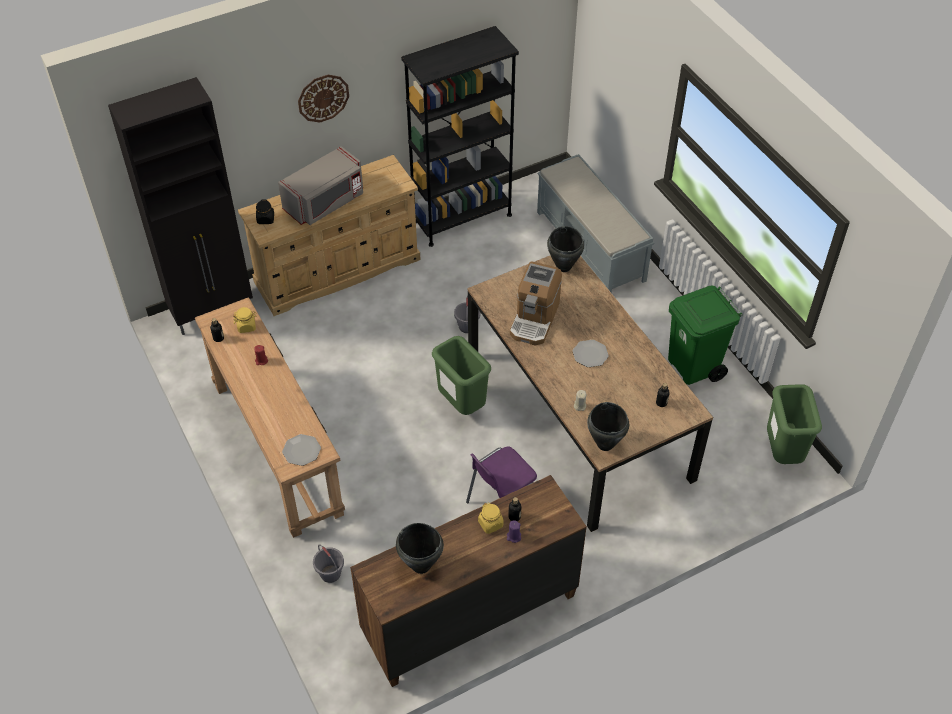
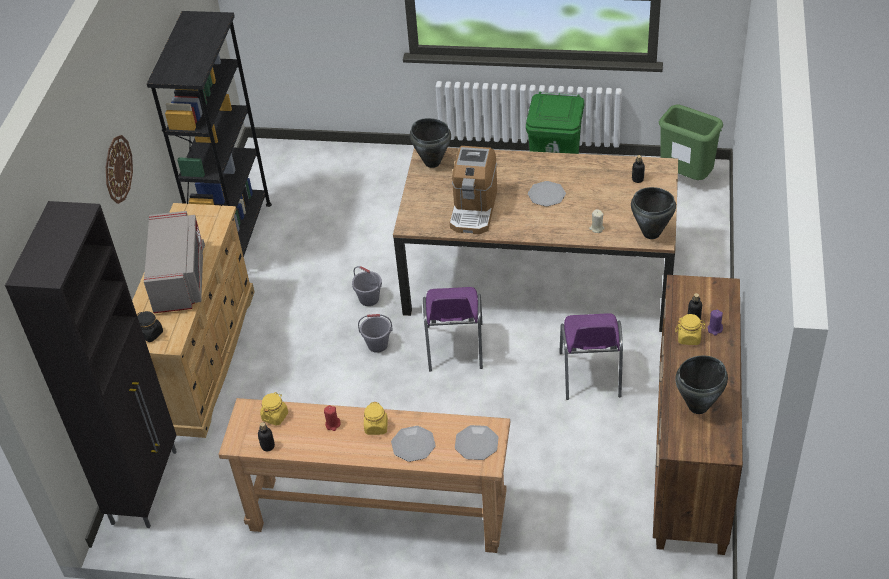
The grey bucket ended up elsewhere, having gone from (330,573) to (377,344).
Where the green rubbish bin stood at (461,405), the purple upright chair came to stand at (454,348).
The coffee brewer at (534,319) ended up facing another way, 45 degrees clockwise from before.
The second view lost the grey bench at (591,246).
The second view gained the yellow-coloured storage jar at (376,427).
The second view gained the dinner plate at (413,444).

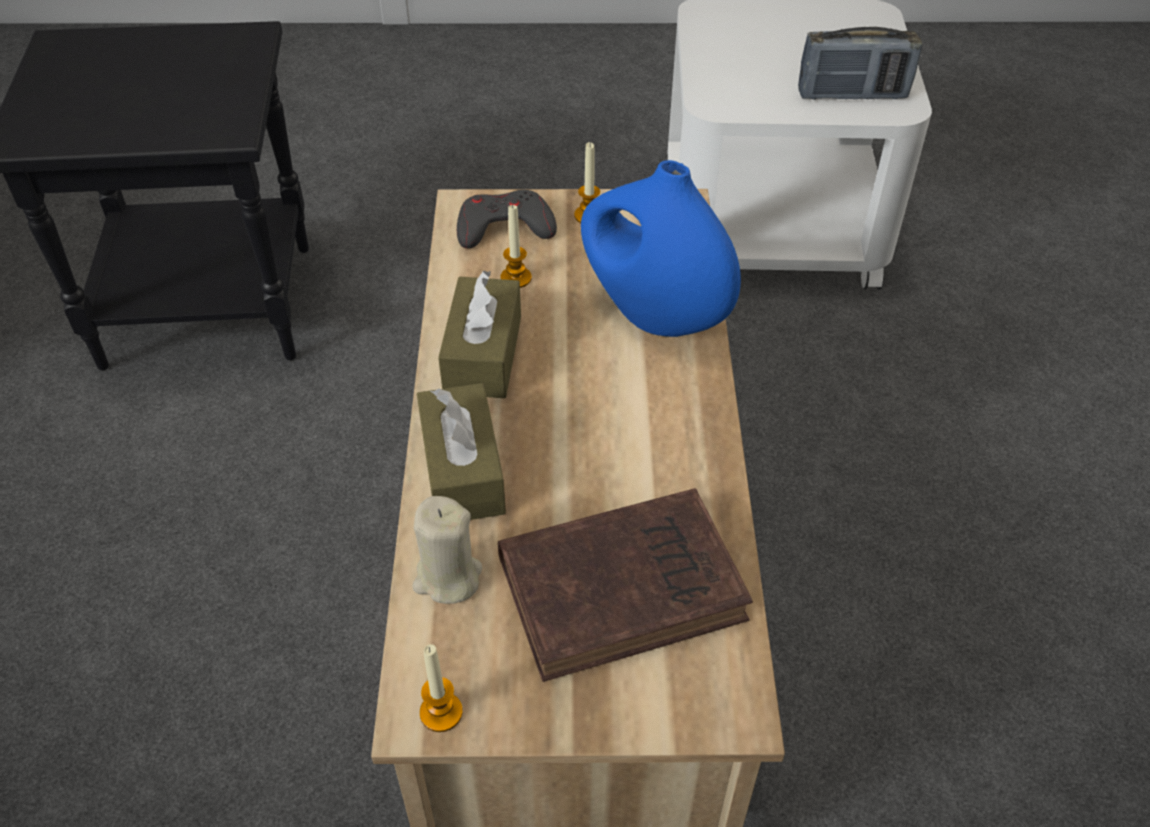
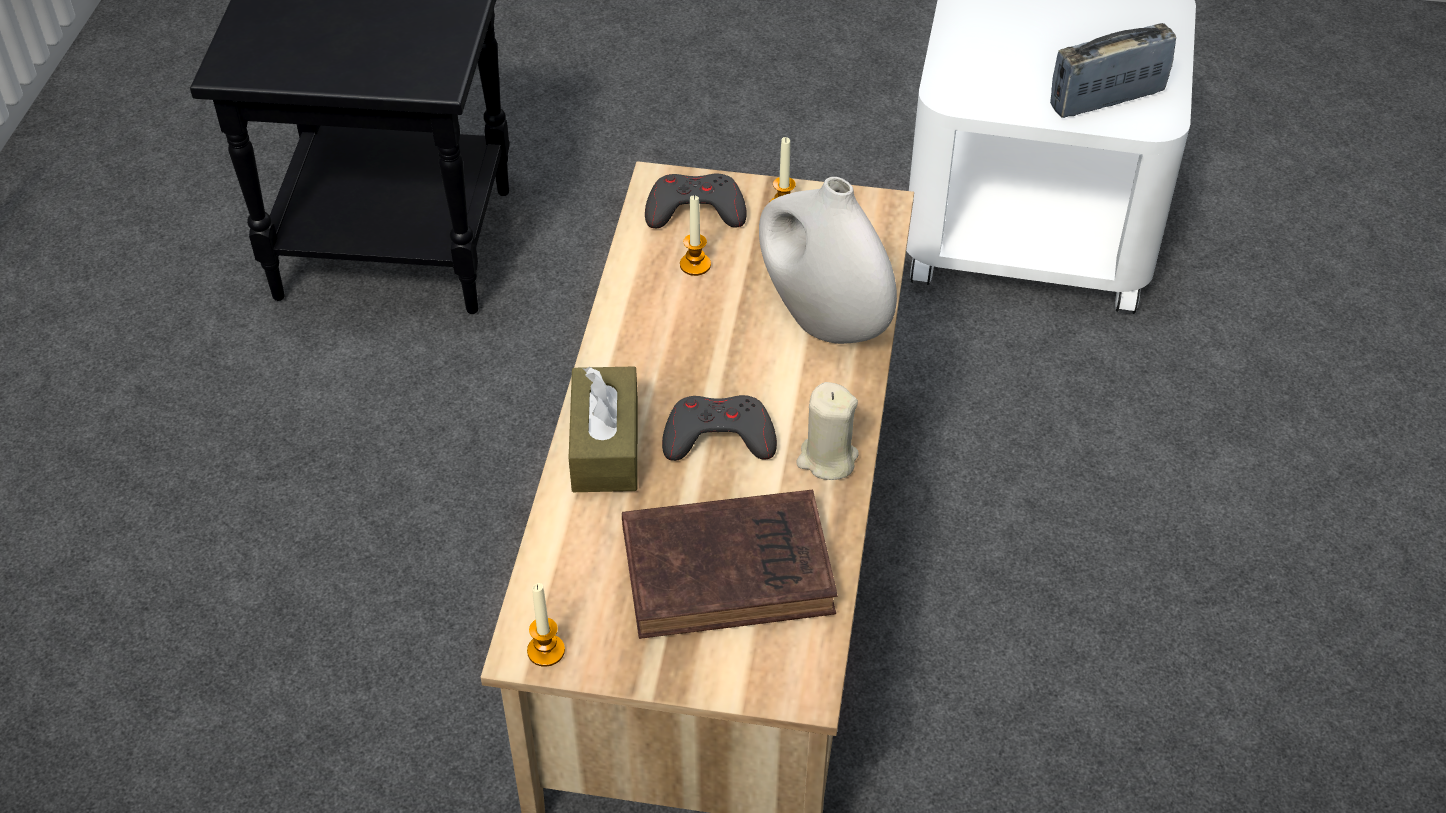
The beige-coloured wax candle ended up elsewhere, having gone from (447,577) to (827,459).
The second view lost the brown-coloured tissue holder at (483,354).
What was the bluish flower vase at (653,315) turned into the whitish flower vase at (822,319).
The radio receiver at (852,94) ended up facing another way, 150 degrees clockwise from before.
The second view gained the grey joypad at (718,437).

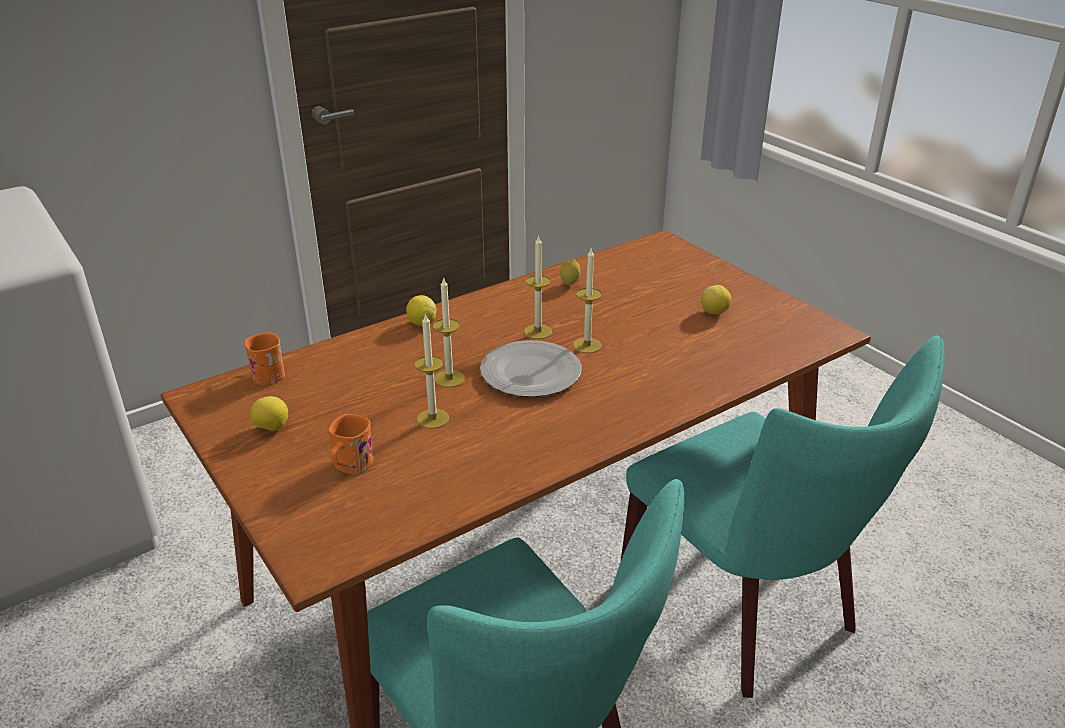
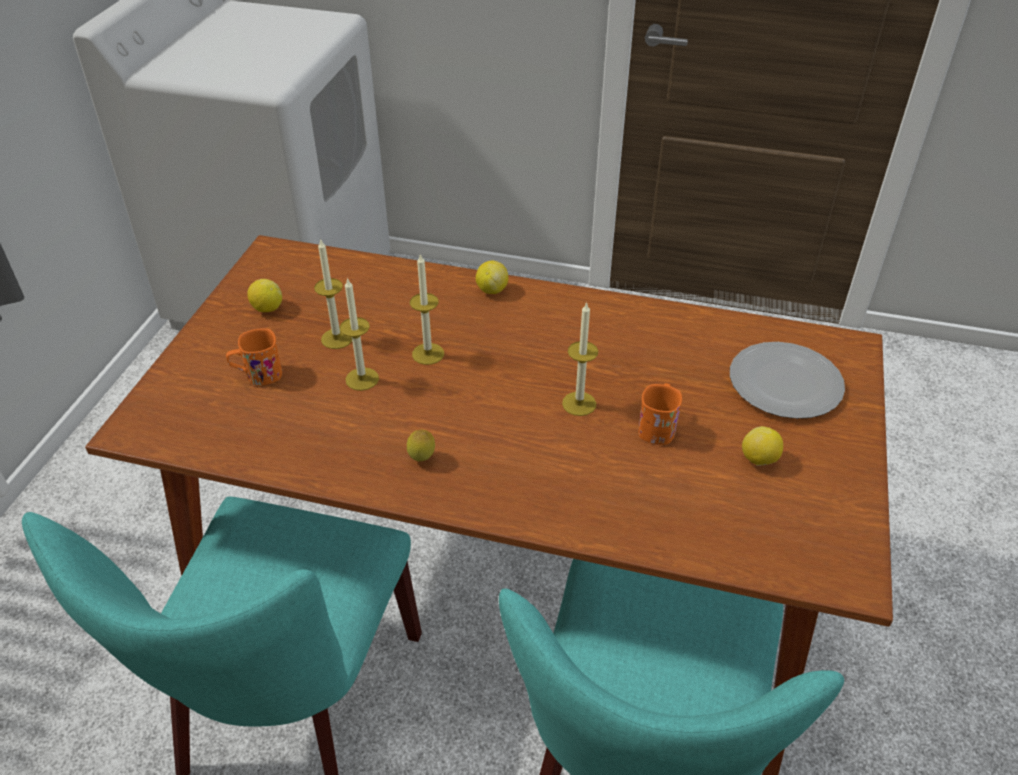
The orangey tea mug ended up elsewhere, having gone from (266,373) to (658,426).
The dinner plate ended up elsewhere, having gone from (530,373) to (783,384).
The wax candle ended up elsewhere, having gone from (538,331) to (337,338).
The citrus fruit ended up elsewhere, having gone from (570,284) to (422,459).

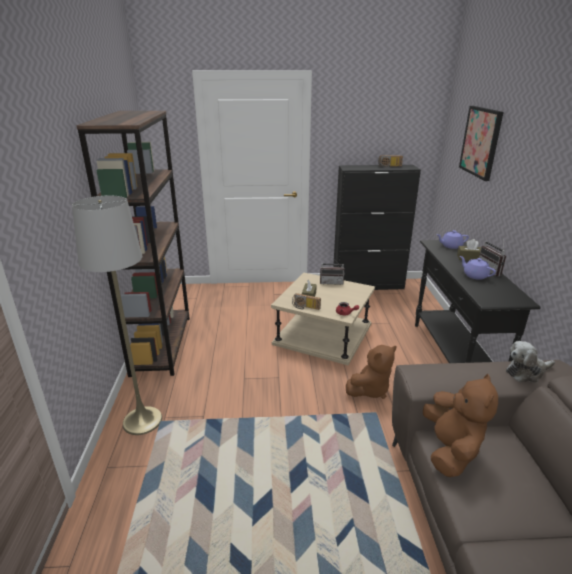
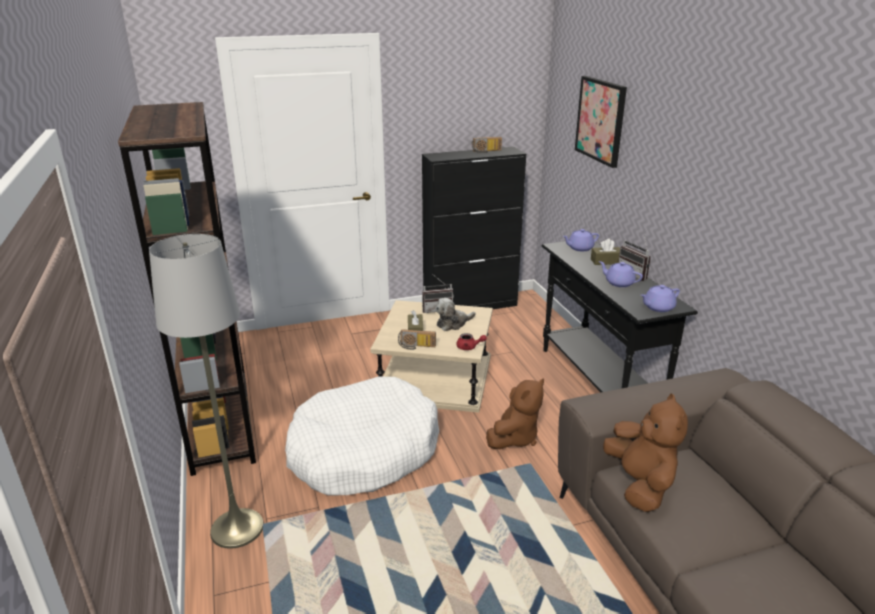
The plush toy ended up elsewhere, having gone from (526,372) to (453,323).
The second view gained the whitish dog bed at (363,451).
The second view gained the purple tea pot at (658,307).

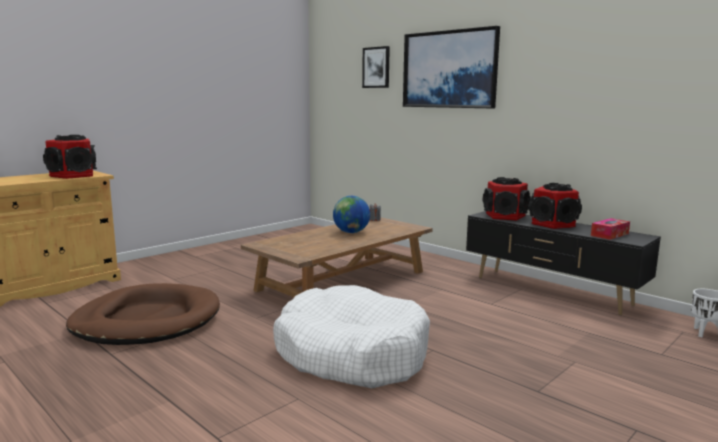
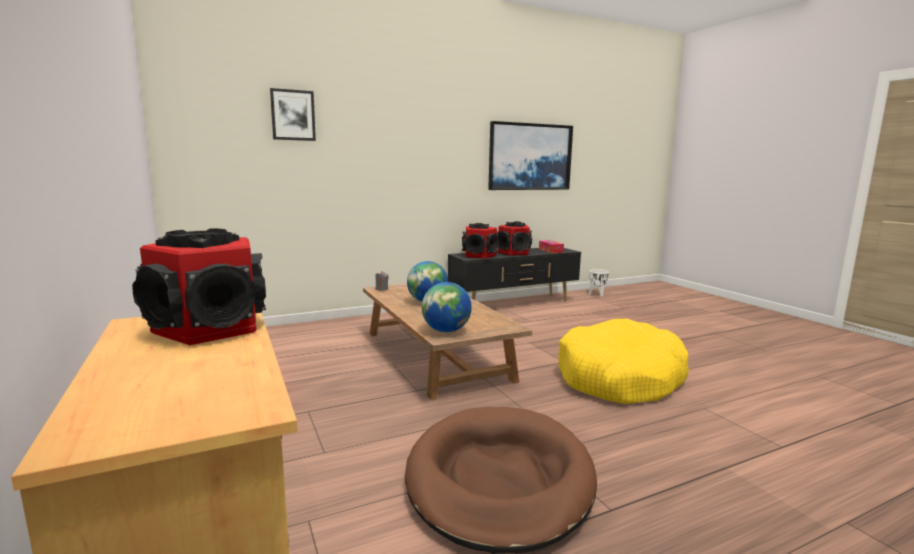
What was the whitish dog bed at (351,354) turned into the yellow-coloured dog bed at (619,378).
The wall picture ended up elsewhere, having gone from (449,69) to (530,157).
The second view gained the desk globe at (446,331).

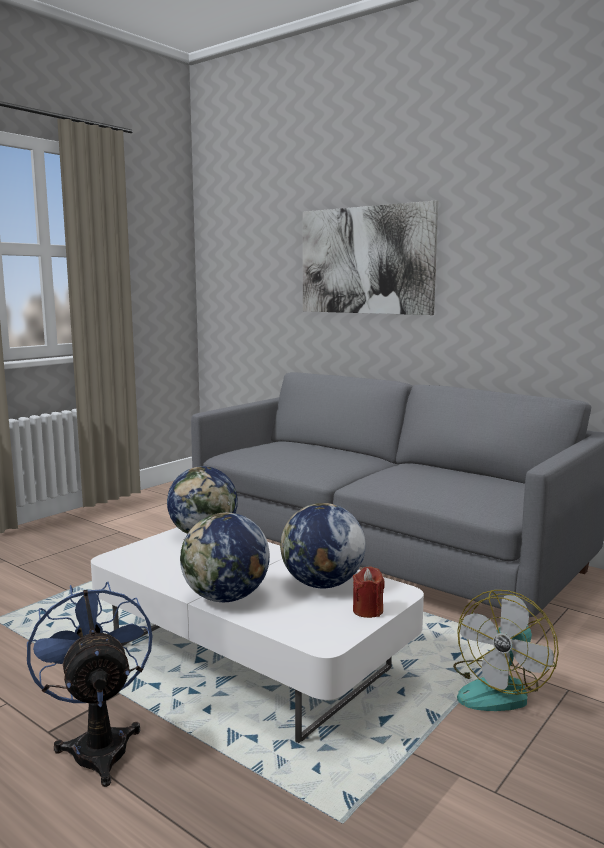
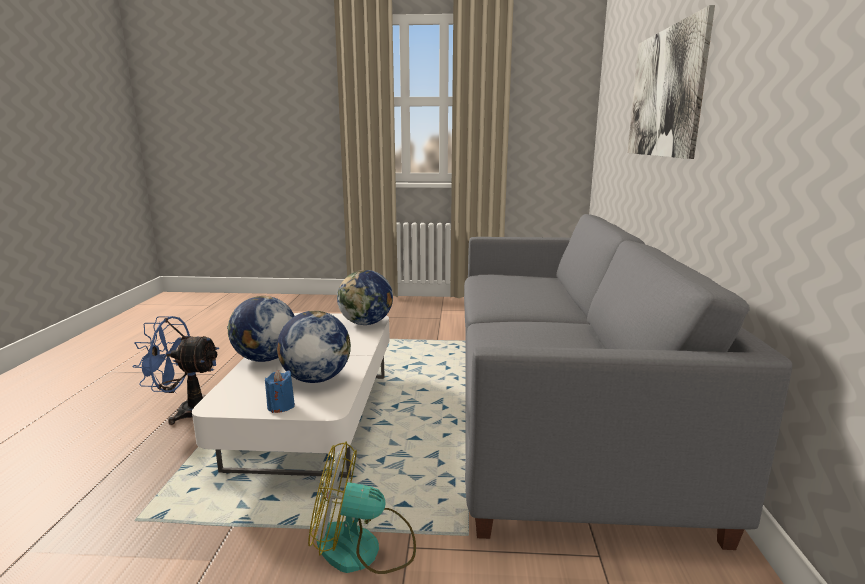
The bluish fan at (98,744) ended up facing another way, 120 degrees counterclockwise from before.
What was the red-coloured wax candle at (367,611) turned into the bluish wax candle at (281,406).

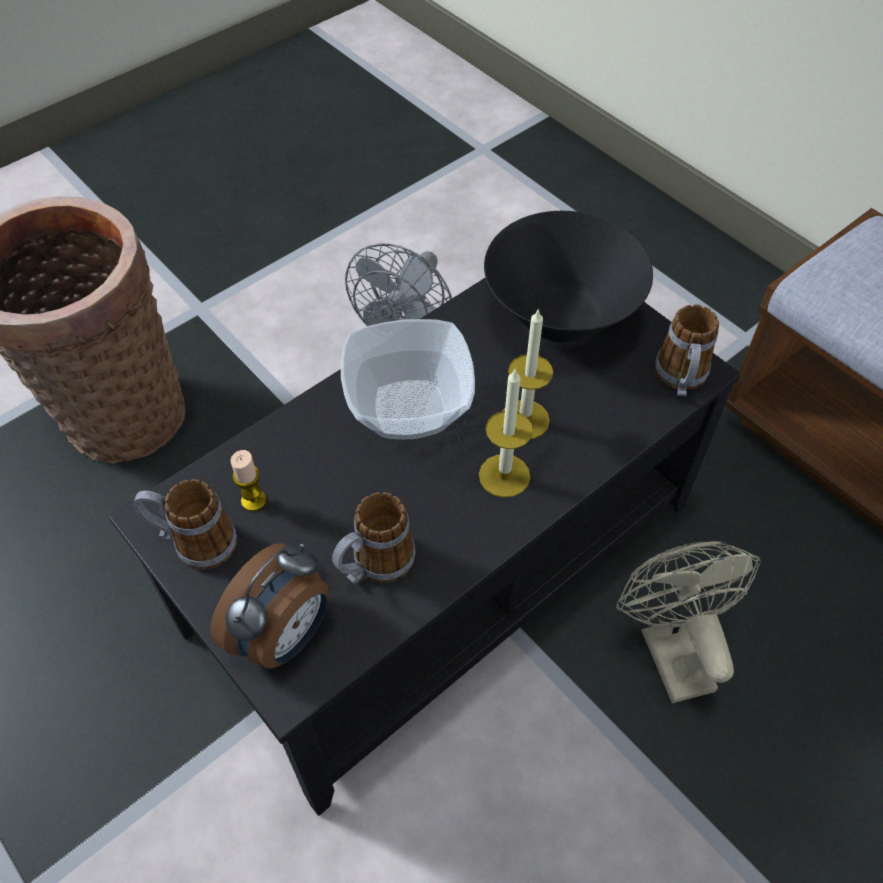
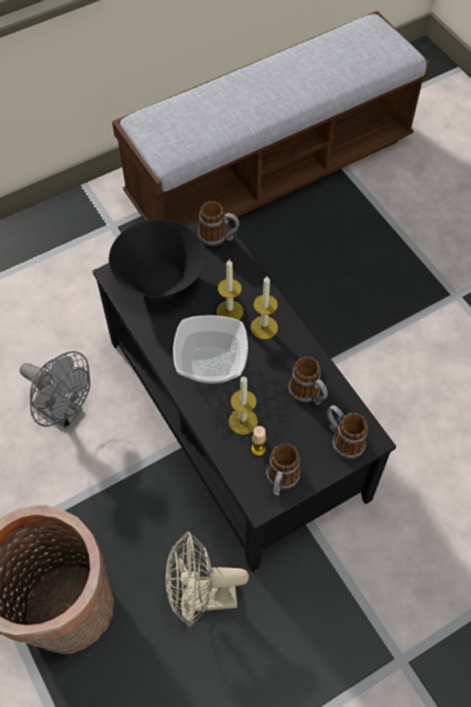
Where the alarm clock stood at (284,636), the tea mug came to stand at (343,439).
The beige-coloured fan ended up elsewhere, having gone from (670,648) to (202,597).
The second view gained the wax candle at (243,421).

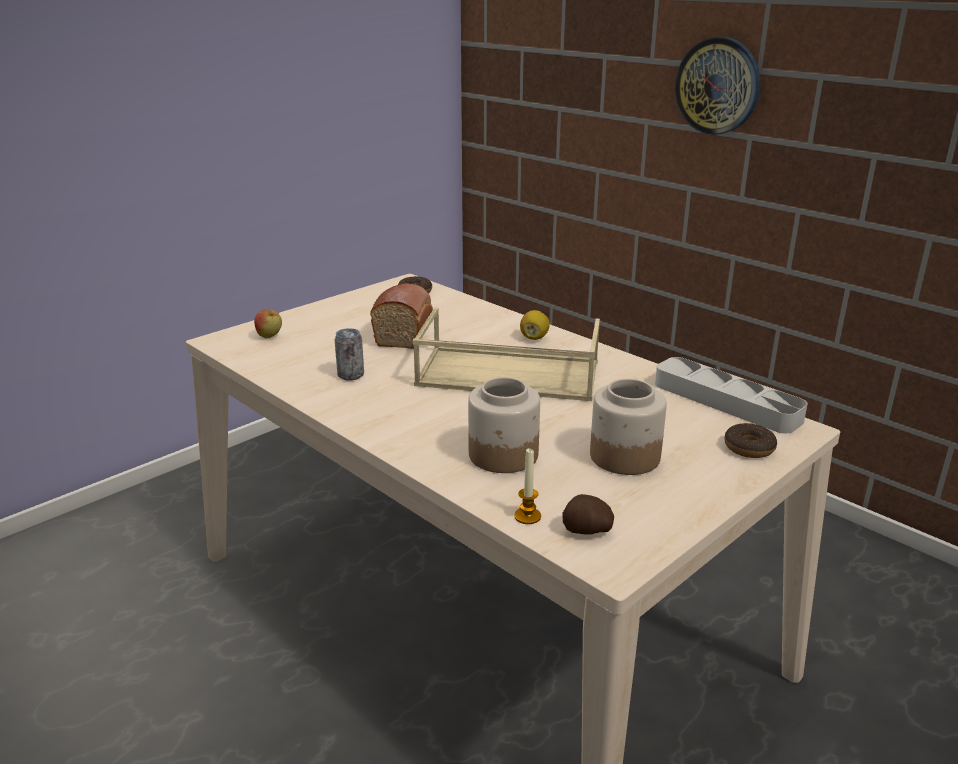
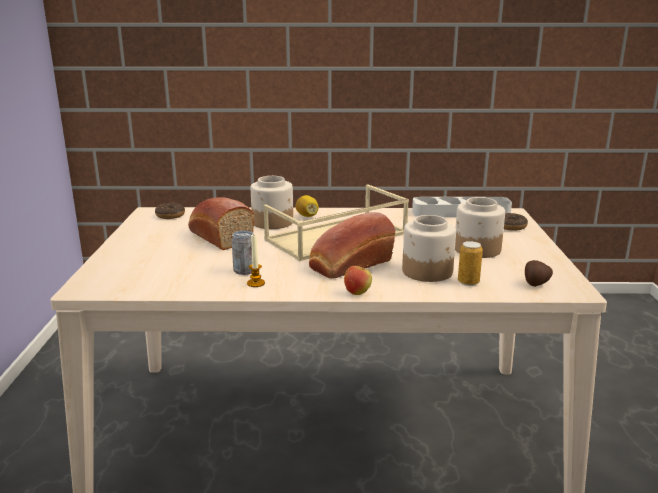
The apple fruit ended up elsewhere, having gone from (269,337) to (357,293).
The wax candle ended up elsewhere, having gone from (527,516) to (256,283).
The second view lost the clock on the wall at (718,86).
The second view gained the storage jar at (273,222).
The second view gained the baked bread at (349,265).
The second view gained the sealed can at (468,282).

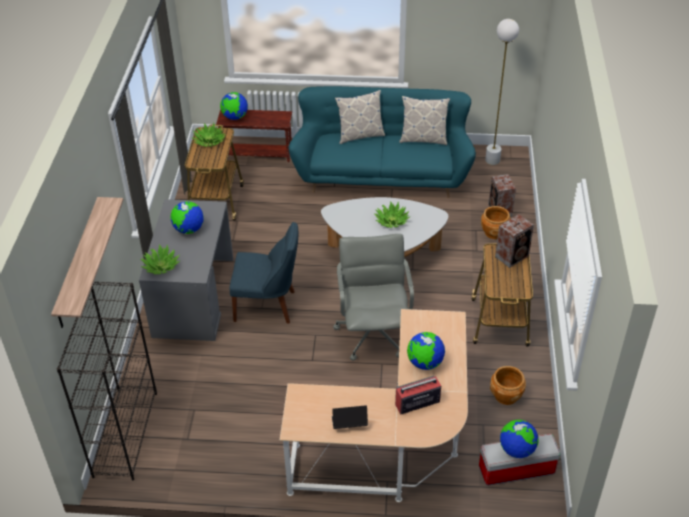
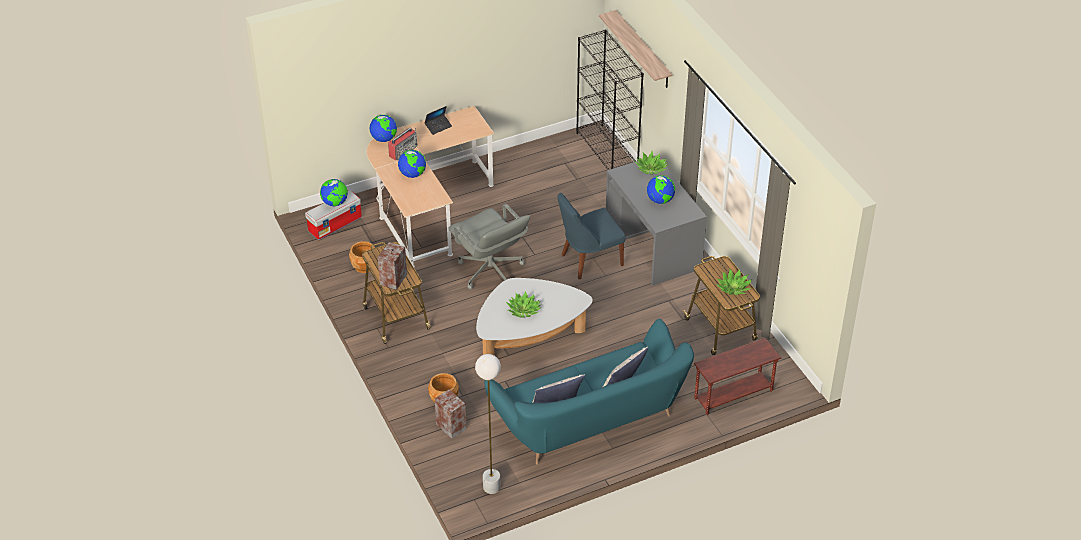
The desk globe ended up elsewhere, having gone from (235,117) to (384,139).

